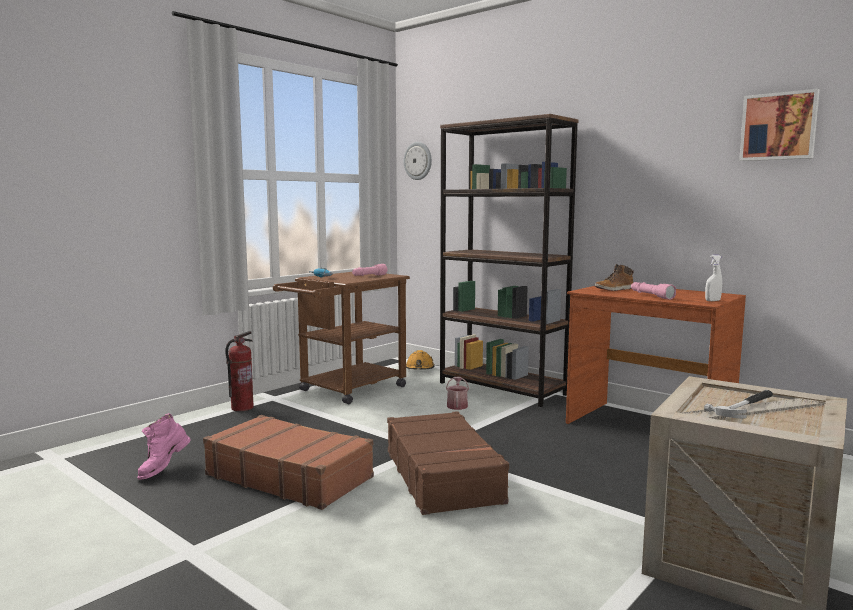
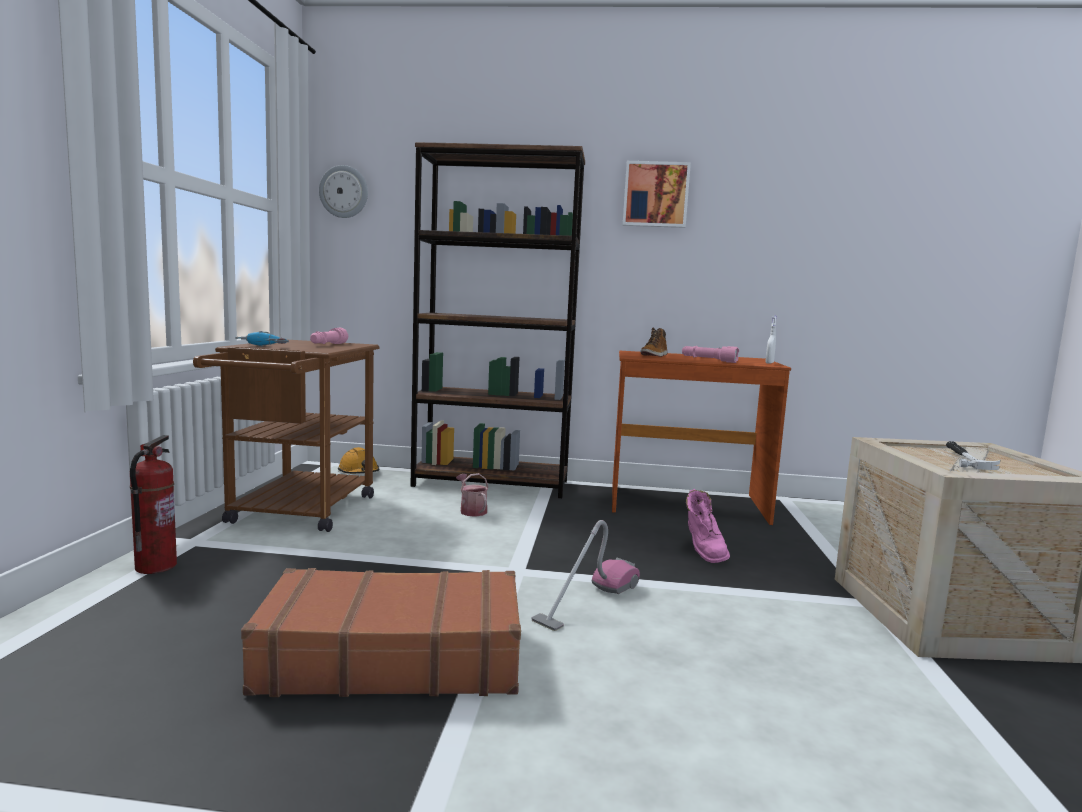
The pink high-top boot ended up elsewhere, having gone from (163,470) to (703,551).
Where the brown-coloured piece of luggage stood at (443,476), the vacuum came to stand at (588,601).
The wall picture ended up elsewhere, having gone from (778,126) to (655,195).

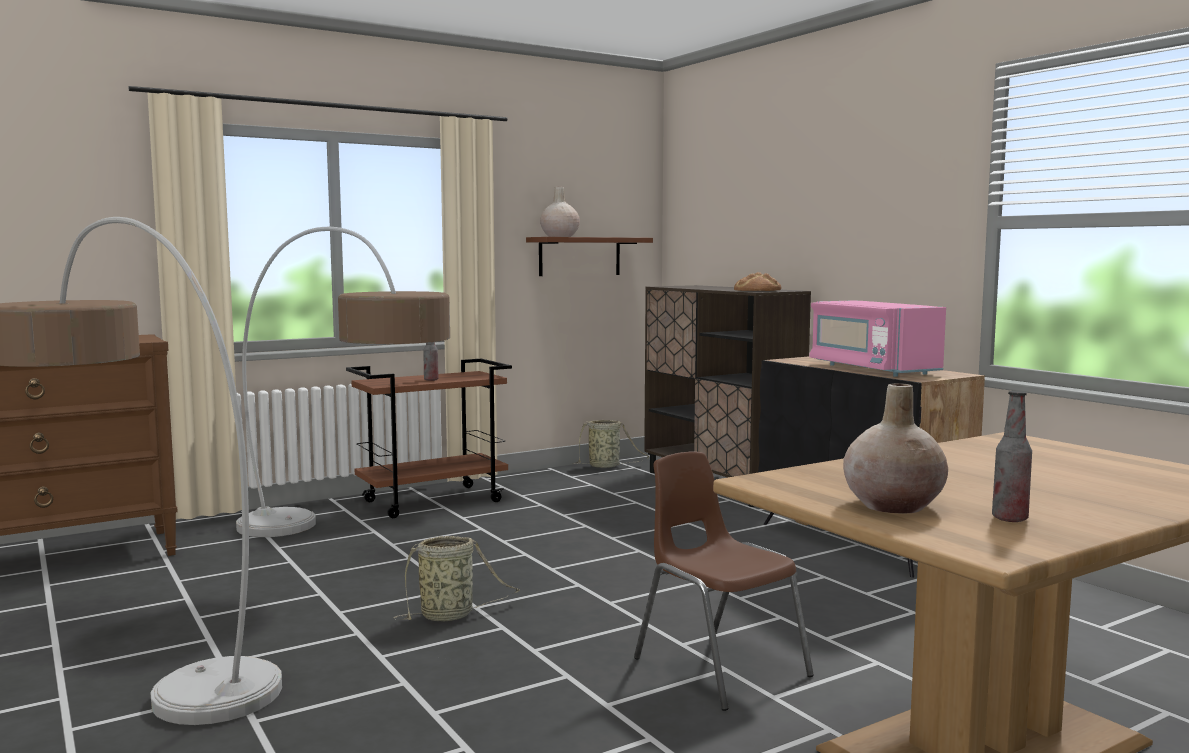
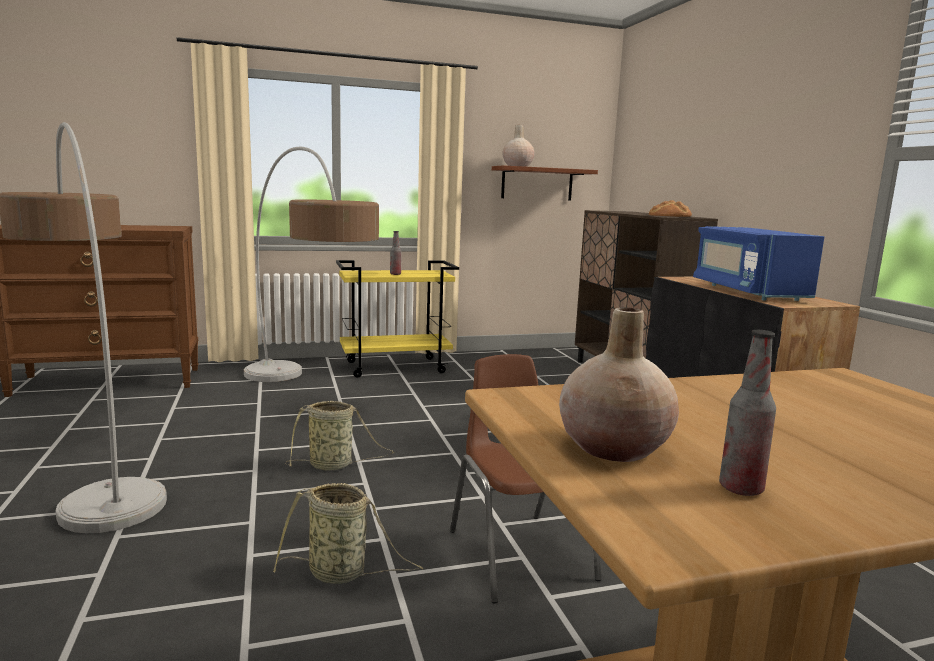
What was the brown-coloured trolley at (433,501) turned into the yellow-coloured trolley at (396,367).
The basket ended up elsewhere, having gone from (606,466) to (341,573).
What was the pink kitchen microwave at (871,369) turned into the bluish kitchen microwave at (747,292).

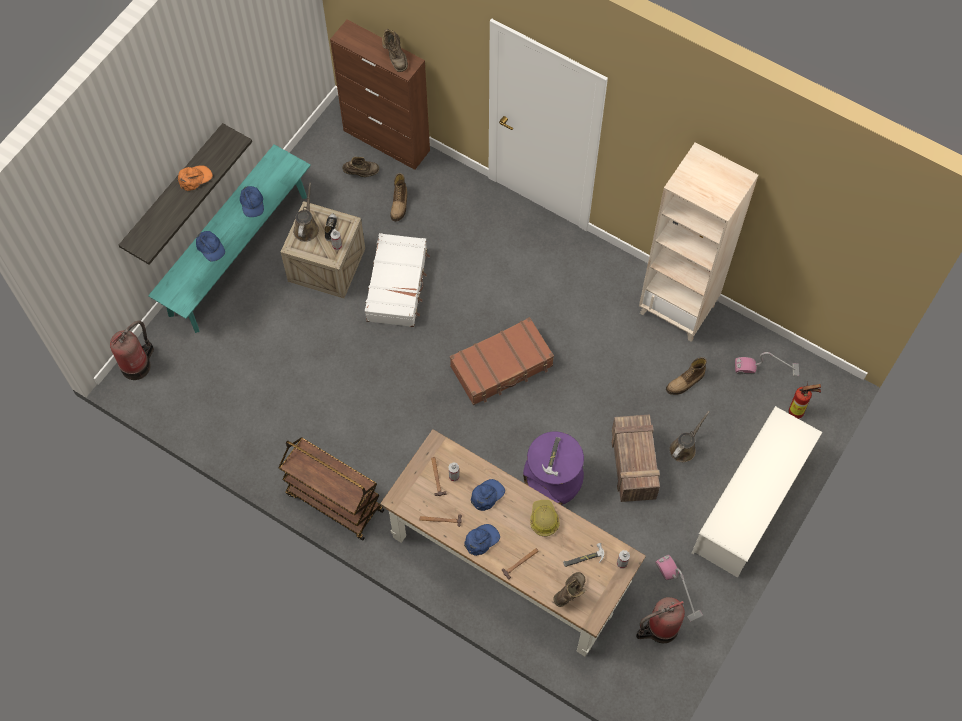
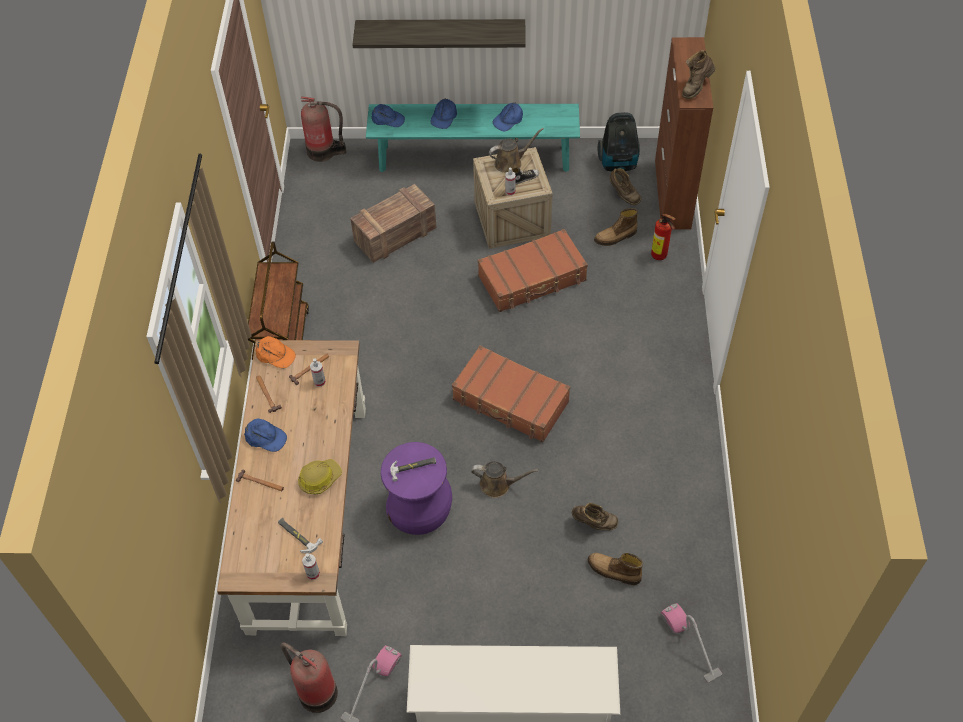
The orangey baseball cap ended up elsewhere, having gone from (195,178) to (275,355).
What was the whitish piece of luggage at (397,285) turned into the brown-coloured piece of luggage at (532,279).
The bluish baseball cap ended up elsewhere, having gone from (487,495) to (388,119).
The brown-coloured high-top boot ended up elsewhere, having gone from (570,593) to (594,523).
The shipping crate ended up elsewhere, having gone from (633,463) to (396,234).
The second view lost the beige-coloured bookcase at (678,309).
The brown-coloured sprinkling can ended up elsewhere, having gone from (684,448) to (498,484).
The fire-fighting cylinder ended up elsewhere, having gone from (798,412) to (660,257).
The second view gained the vacuum at (618,163).

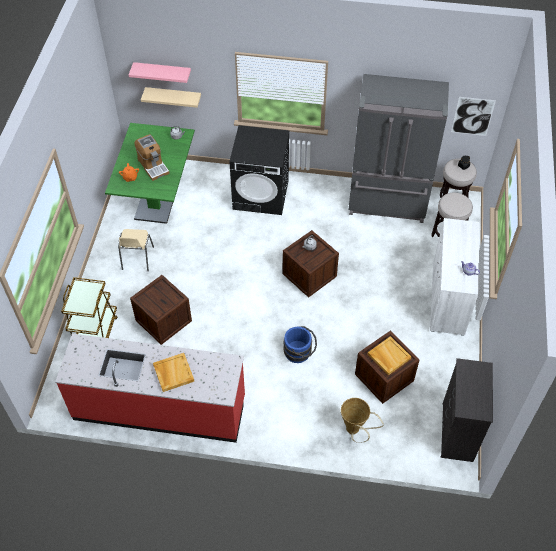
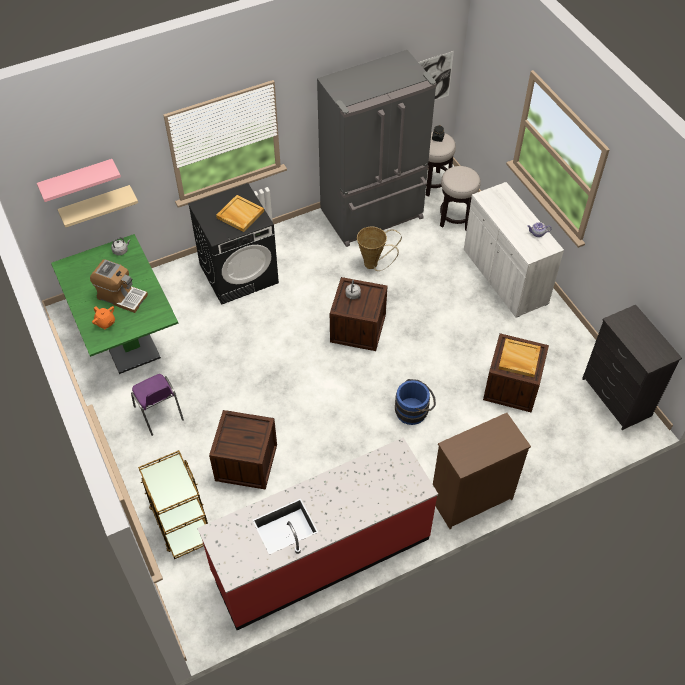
What was the beige-coloured upright chair at (137,259) turned into the purple upright chair at (159,414).
The beige-coloured carrying tray ended up elsewhere, having gone from (173,373) to (240,214).
The basket ended up elsewhere, having gone from (355,431) to (374,265).
The second view gained the brown-coloured chest of drawers at (470,498).

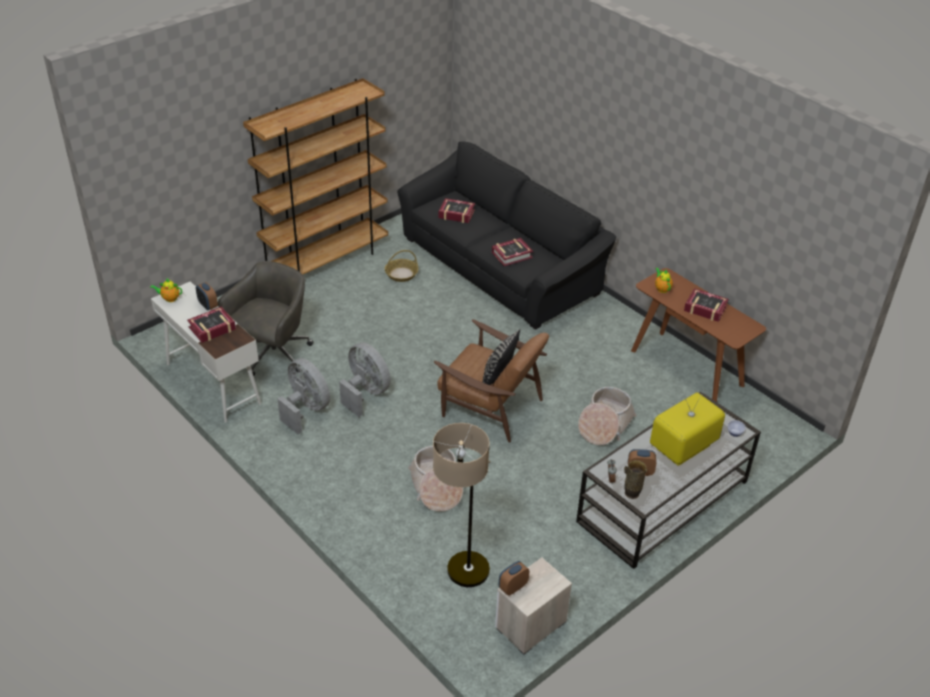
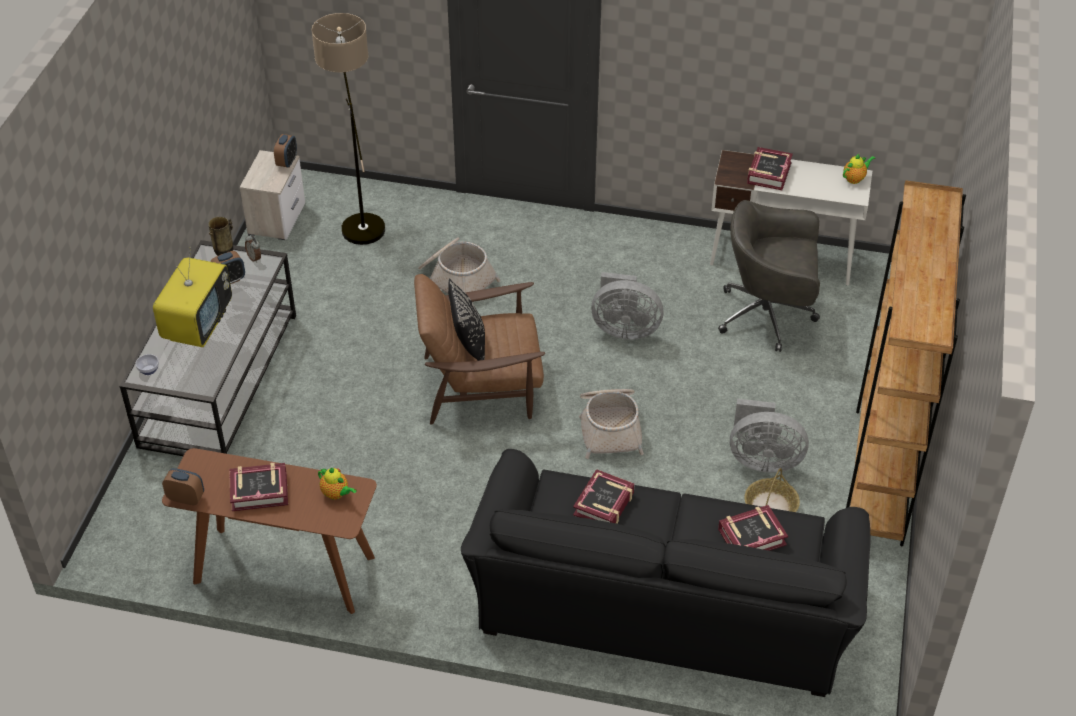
The alarm clock ended up elsewhere, having gone from (208,305) to (186,498).
The grey computer chair at (272,355) ended up facing another way, 105 degrees clockwise from before.
The grey fan ended up elsewhere, having gone from (306,410) to (762,460).
The basket ended up elsewhere, having gone from (604,425) to (610,427).

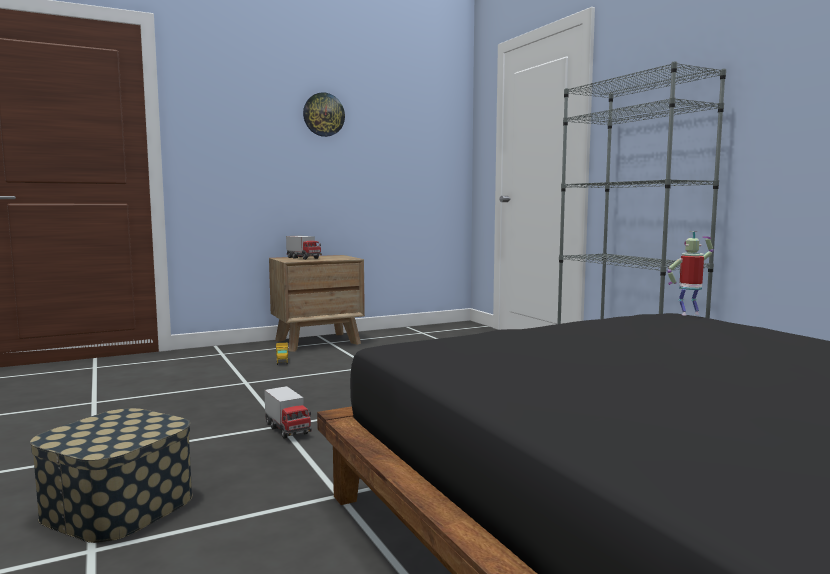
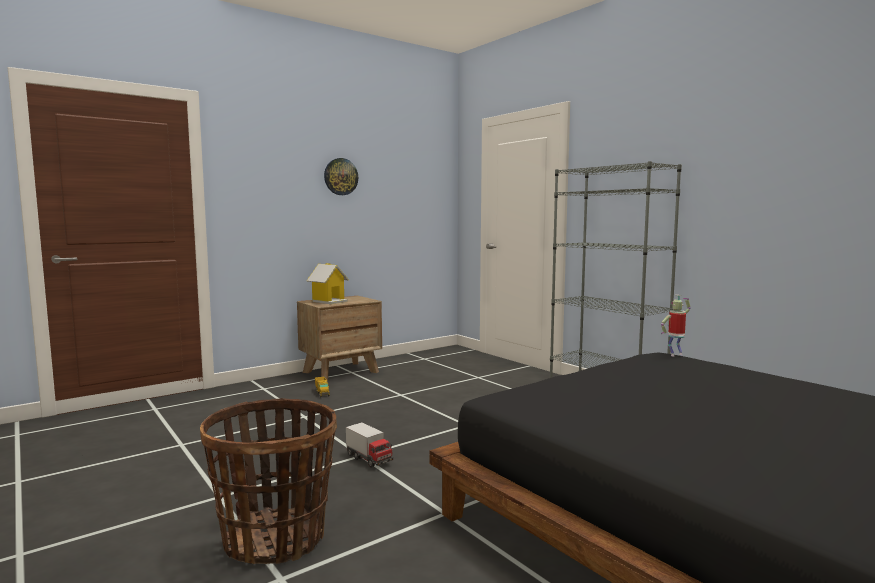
Where the storage box stood at (118,506), the basket came to stand at (275,539).
Where the toy lorry stood at (304,258), the miniature house came to stand at (329,301).

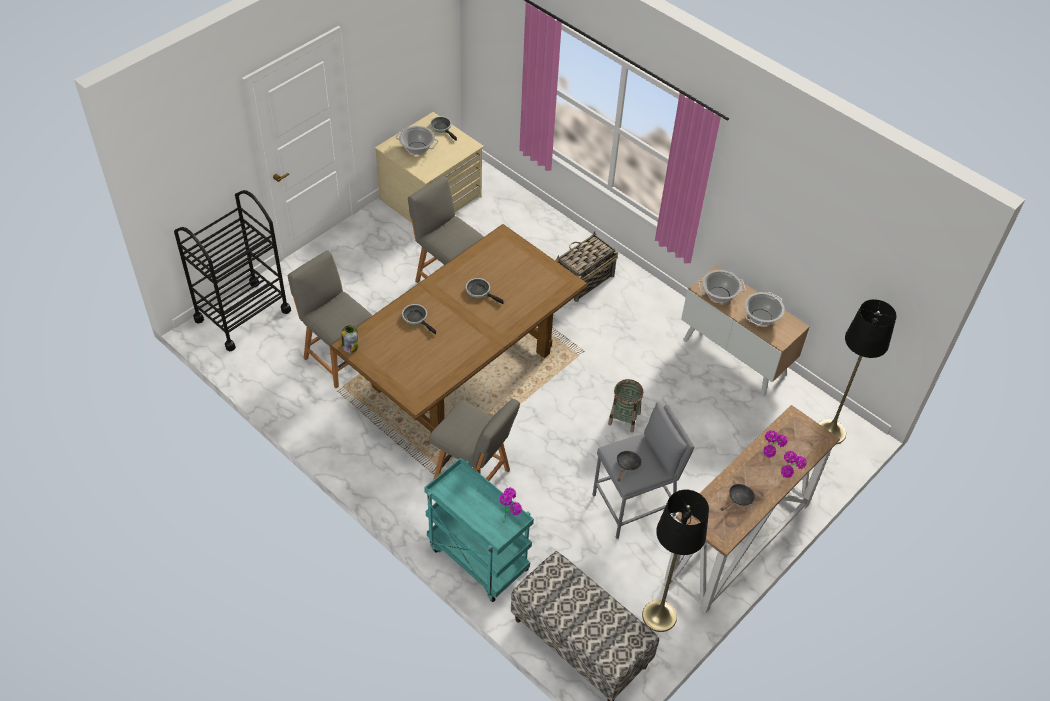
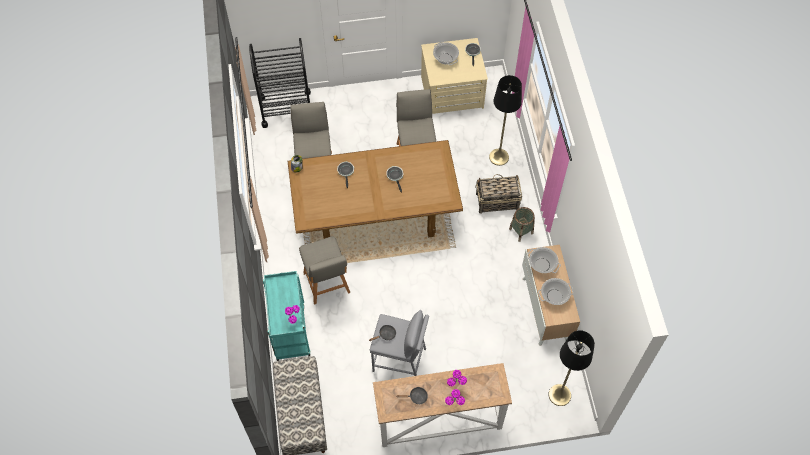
The basket ended up elsewhere, having gone from (624,419) to (521,231).
The black standing lamp ended up elsewhere, having gone from (659,616) to (499,157).

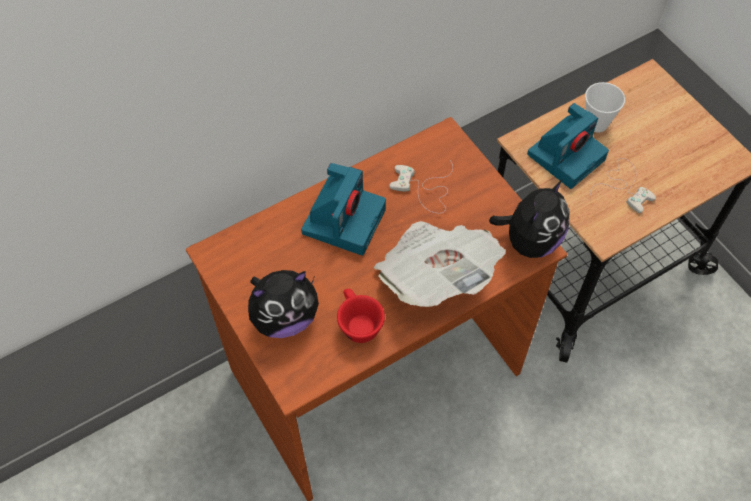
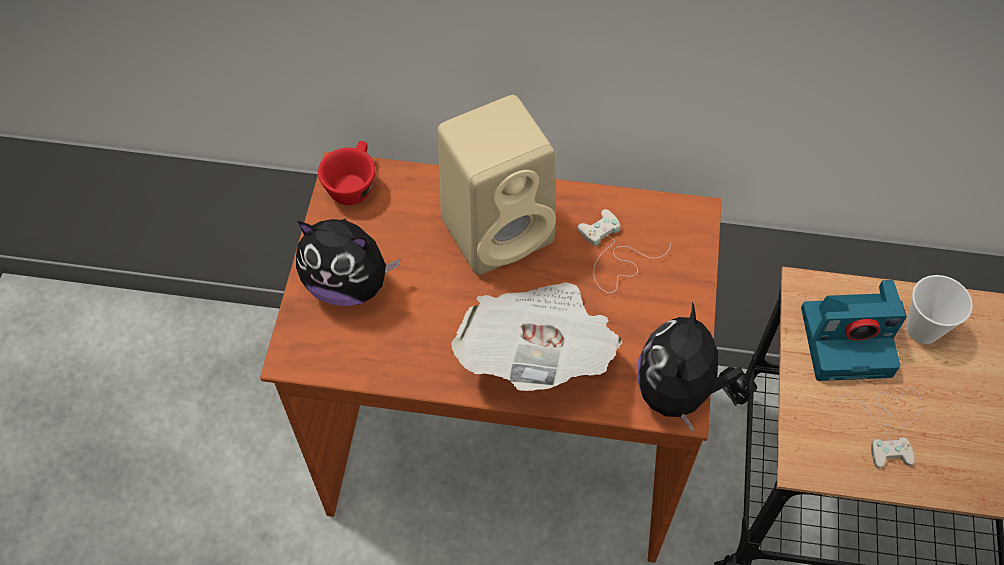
Where the photo camera stood at (344,219), the beige-coloured loudspeaker came to stand at (500,228).
The red-coloured cup ended up elsewhere, having gone from (357,323) to (352,184).
The plush toy at (529,241) ended up facing another way, 120 degrees clockwise from before.

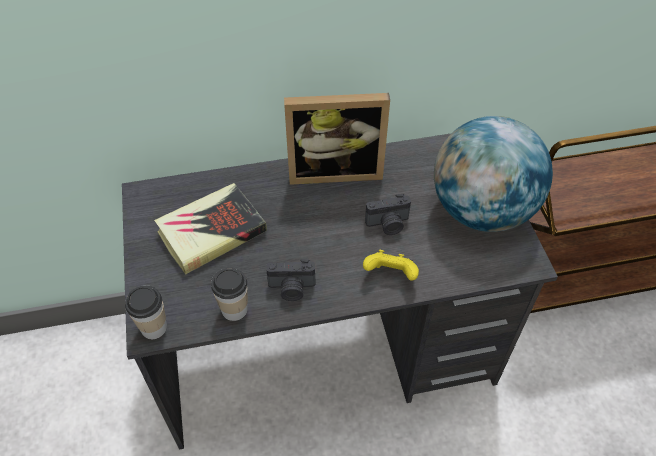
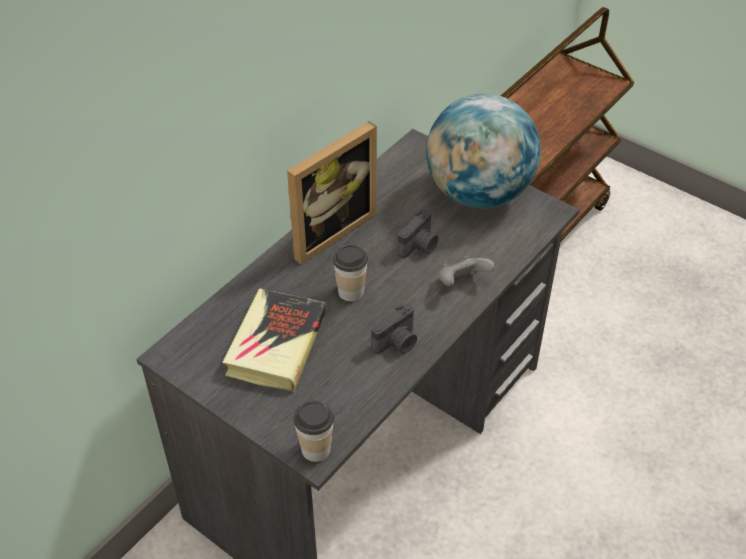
The cup ended up elsewhere, having gone from (234,309) to (351,291).
What was the yellow-coloured joypad at (390,274) turned into the grey joypad at (462,283).

